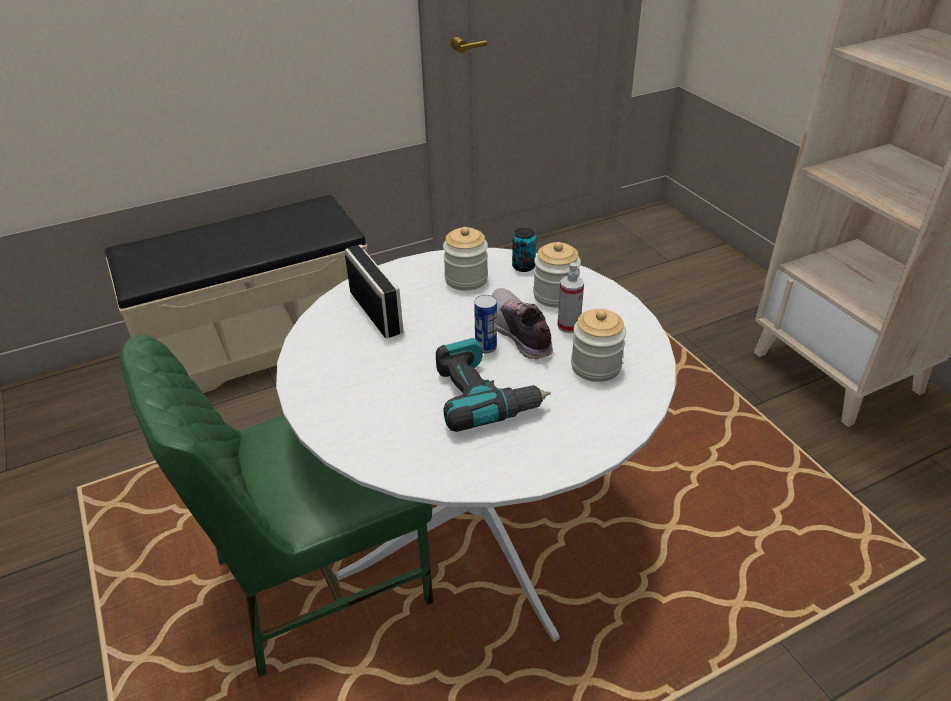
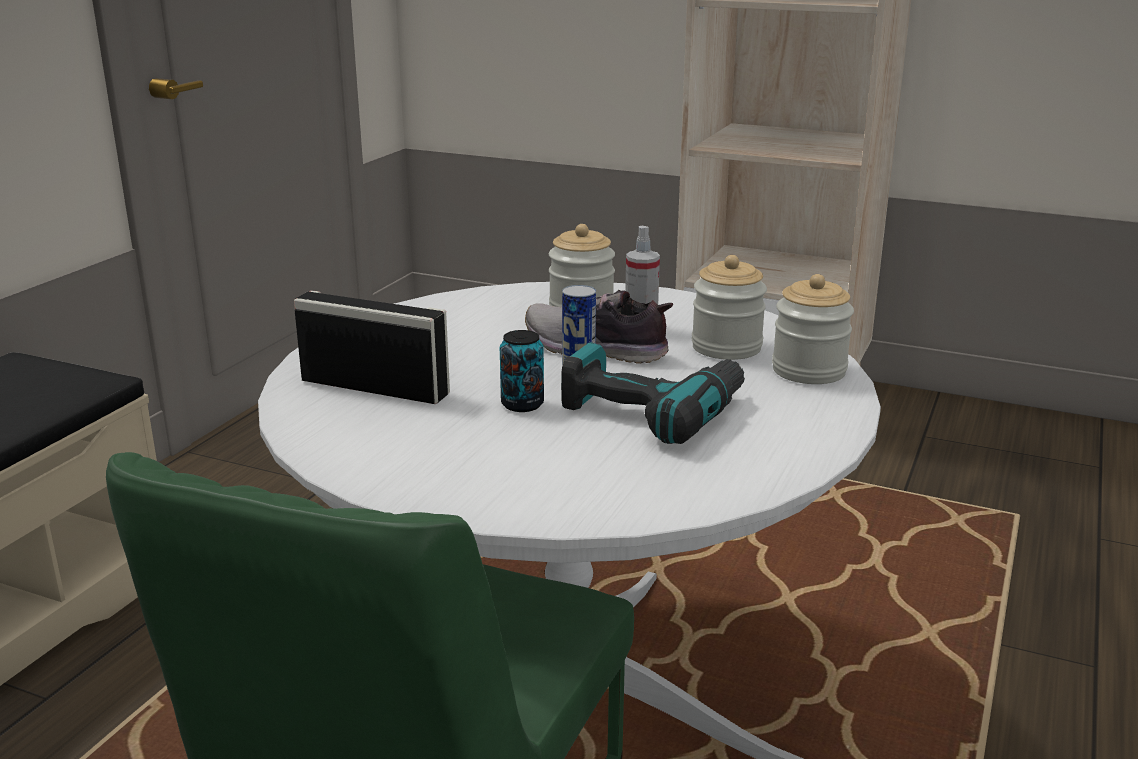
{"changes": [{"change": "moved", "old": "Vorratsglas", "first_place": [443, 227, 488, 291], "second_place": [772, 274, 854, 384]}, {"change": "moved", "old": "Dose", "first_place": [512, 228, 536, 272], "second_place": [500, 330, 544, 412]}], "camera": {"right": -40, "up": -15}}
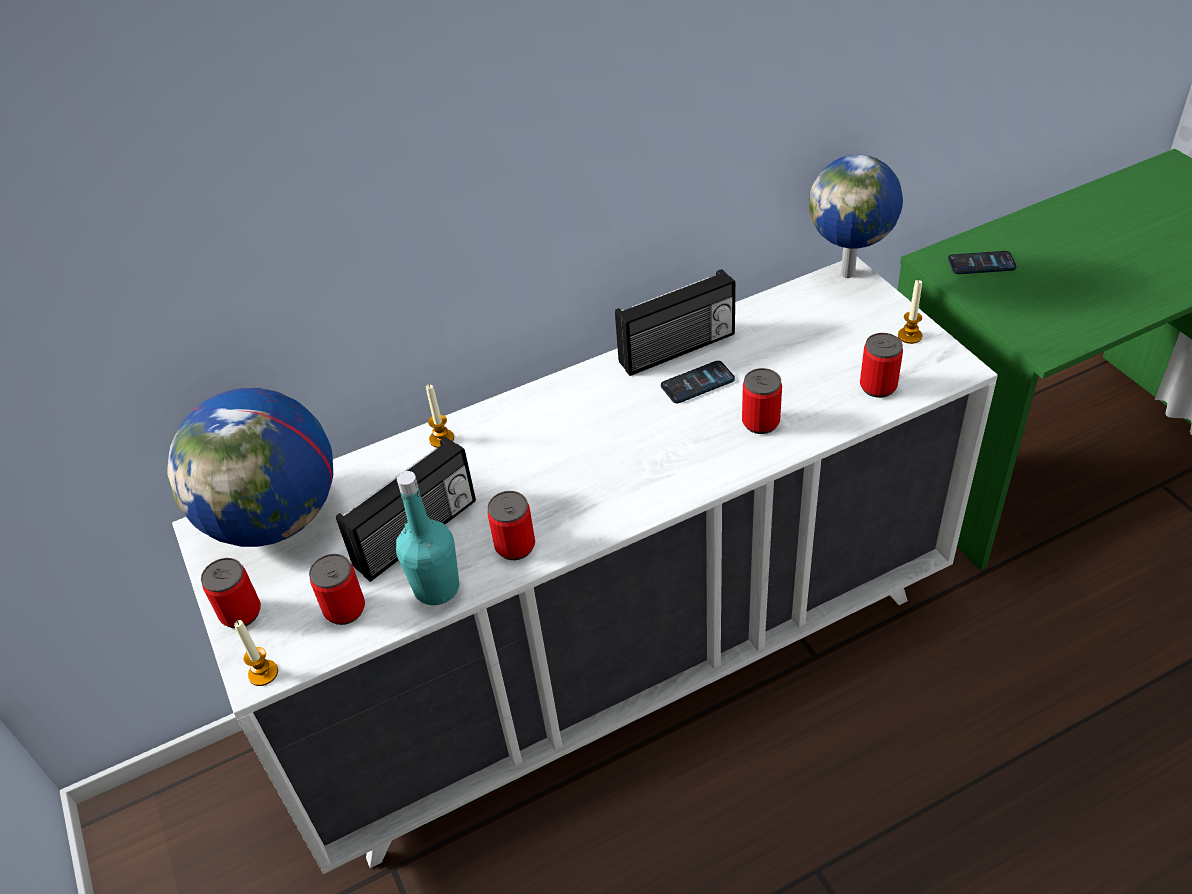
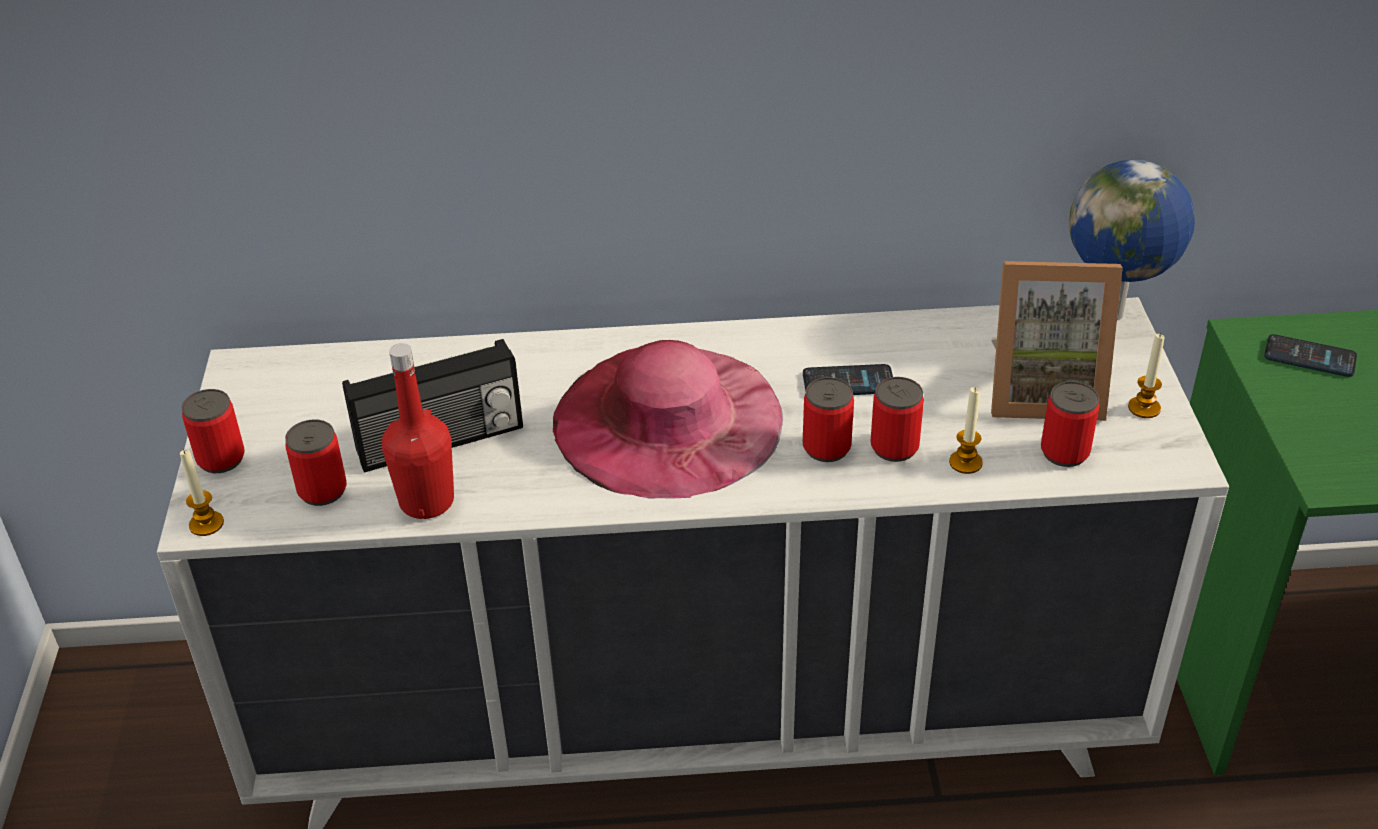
{"changes": [{"change": "removed", "old": "Globus", "first_place": [168, 388, 333, 547]}, {"change": "removed", "old": "Radio", "first_place": [615, 269, 736, 376]}, {"change": "added", "new": "Hut (rosa)", "second_place": [553, 340, 783, 499]}, {"change": "added", "new": "Bilderrahmen", "second_place": [991, 261, 1123, 421]}, {"change": "moved", "old": "Kerze", "first_place": [426, 384, 454, 448], "second_place": [949, 387, 983, 474]}, {"change": "moved", "old": "Dose", "first_place": [487, 491, 535, 560], "second_place": [803, 377, 854, 462]}, {"change": "recoloured", "old": "Flasche (türkis)", "new": "Flasche (rot)", "first_place": [396, 471, 459, 605], "second_place": [382, 343, 454, 519]}], "camera": {"right": 20, "up": -5}}
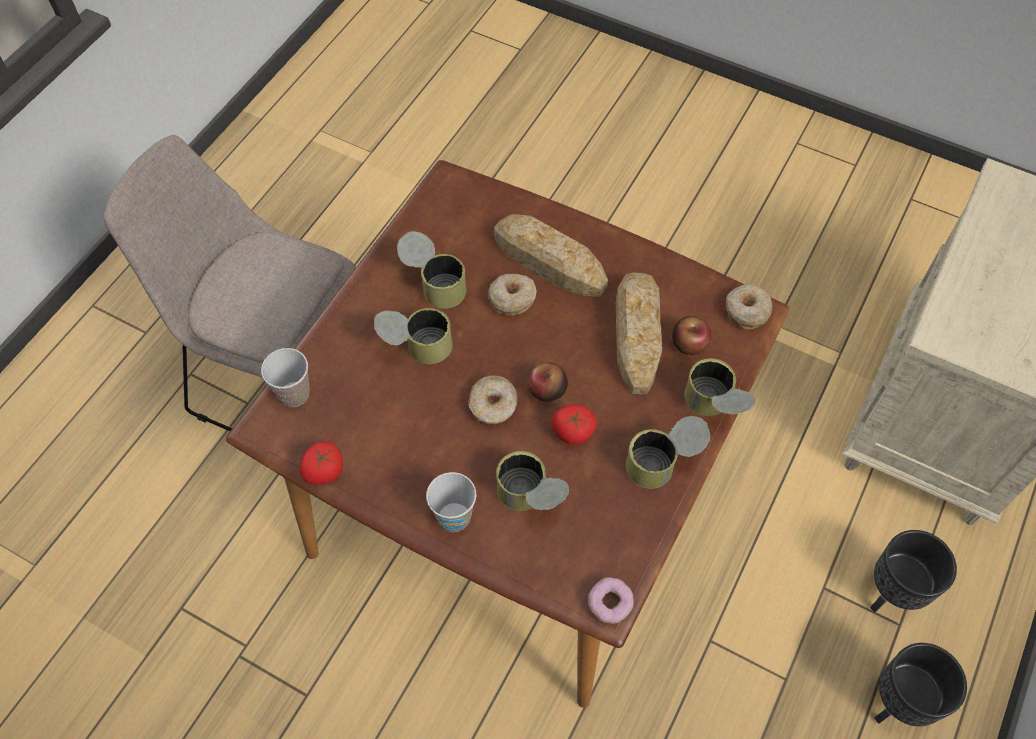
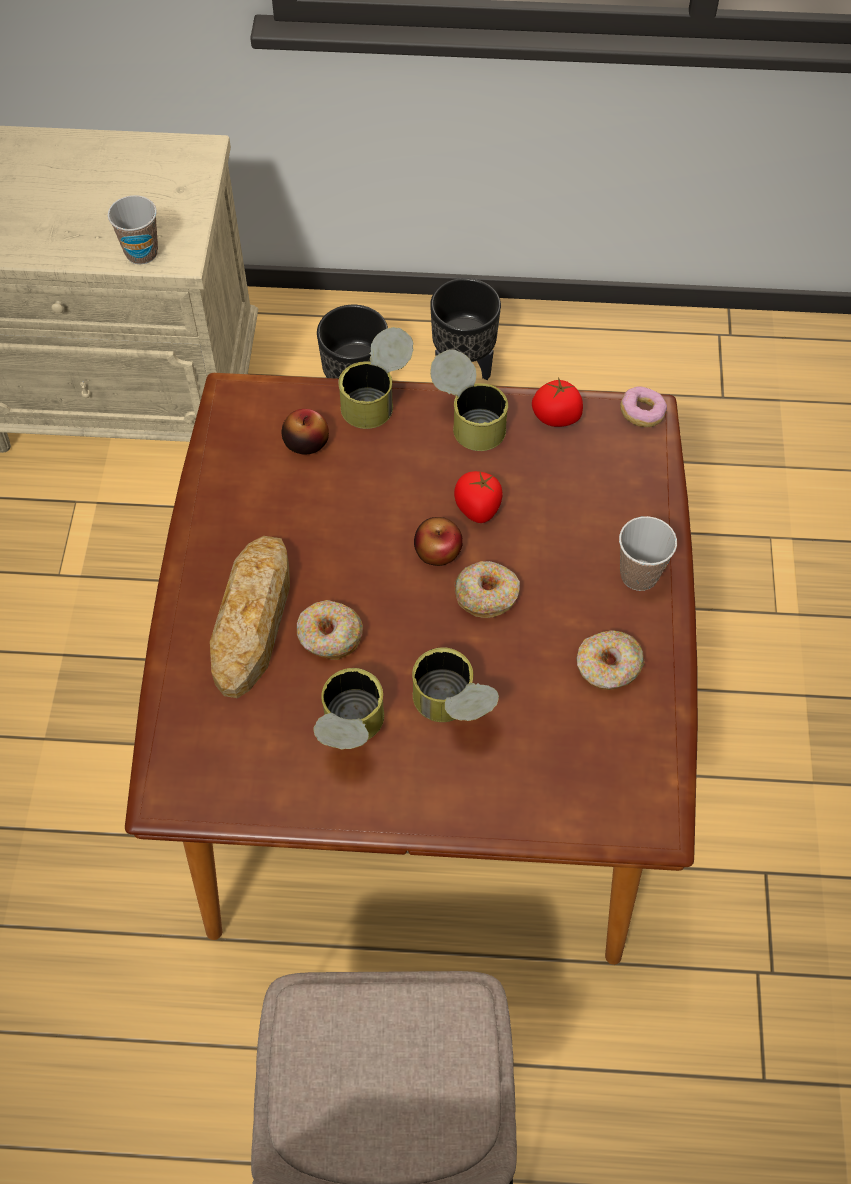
{"changes": [{"change": "removed", "old": "Dose", "first_place": [496, 451, 569, 511]}, {"change": "removed", "old": "Brot", "first_place": [616, 273, 662, 394]}, {"change": "moved", "old": "Tasse", "first_place": [261, 348, 310, 407], "second_place": [108, 195, 158, 265]}, {"change": "moved", "old": "Tomate", "first_place": [299, 442, 343, 485], "second_place": [532, 377, 583, 427]}, {"change": "moved", "old": "Donut", "first_place": [726, 284, 772, 329], "second_place": [576, 630, 645, 690]}], "camera": {"right": -115, "up": 0}}
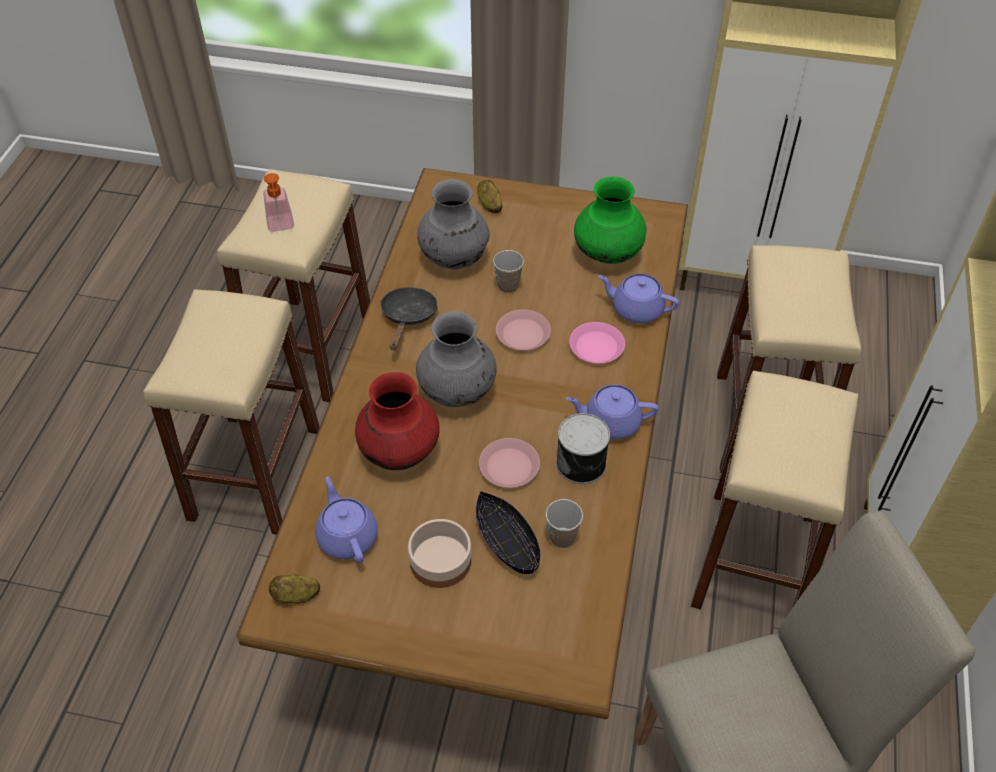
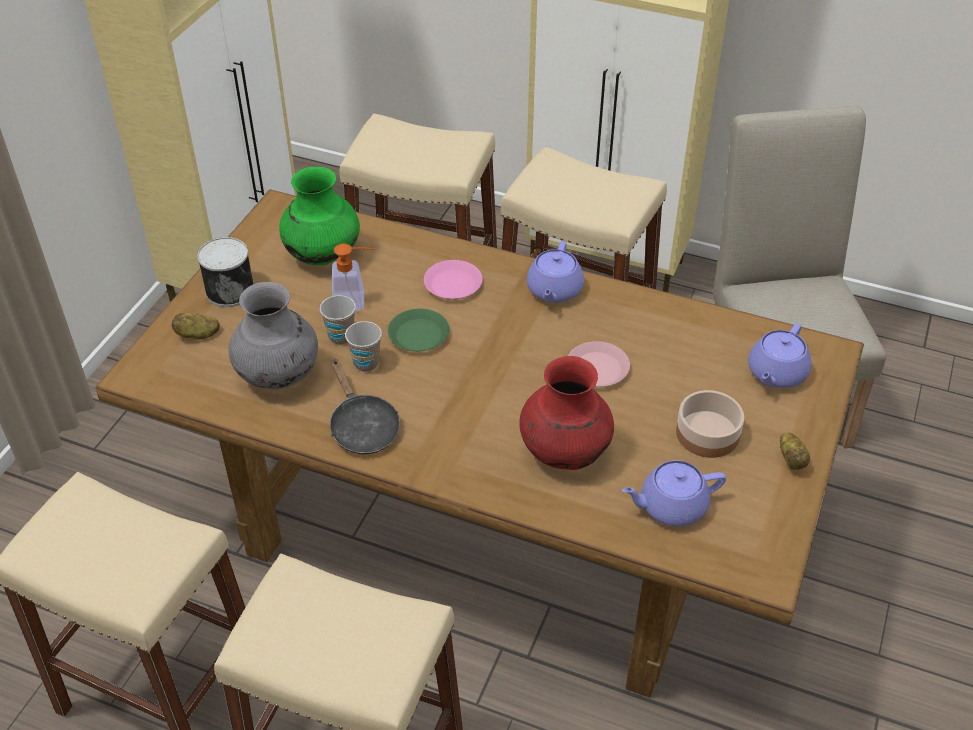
{"changes": [{"change": "removed", "old": "Vase (grau)", "first_place": [416, 311, 497, 407]}, {"change": "removed", "old": "Schüssel (schwarz)", "first_place": [476, 491, 541, 574]}, {"change": "moved", "old": "Seifenspender", "first_place": [263, 173, 294, 232], "second_place": [332, 244, 374, 311]}, {"change": "moved", "old": "Kartoffel", "first_place": [269, 574, 320, 604], "second_place": [780, 433, 810, 470]}, {"change": "moved", "old": "Tasse", "first_place": [546, 499, 583, 548], "second_place": [345, 321, 382, 372]}, {"change": "moved", "old": "Dose", "first_place": [556, 413, 610, 485], "second_place": [197, 237, 254, 307]}, {"change": "moved", "old": "Teekanne (lila)", "first_place": [598, 274, 679, 323], "second_place": [748, 323, 811, 388]}, {"change": "recoloured", "old": "Teller (rosa)", "new": "Teller (grün)", "first_place": [496, 309, 551, 350], "second_place": [388, 309, 449, 351]}, {"change": "turned", "old": "Pfanne (schwarz)", "first_place": [380, 287, 438, 350], "second_place": [330, 358, 400, 455], "degrees": -135}], "camera": {"right": -80, "up": -5}}
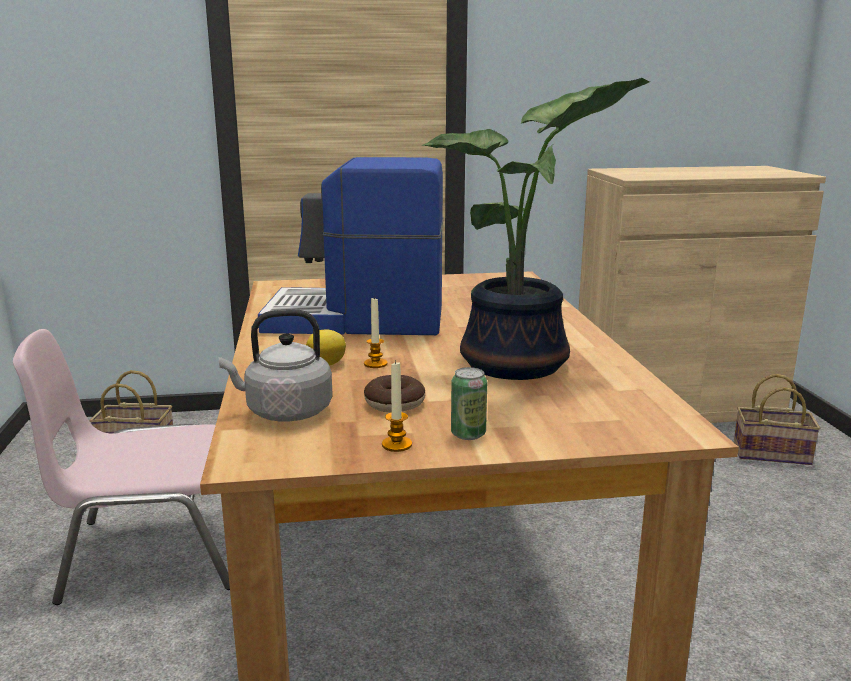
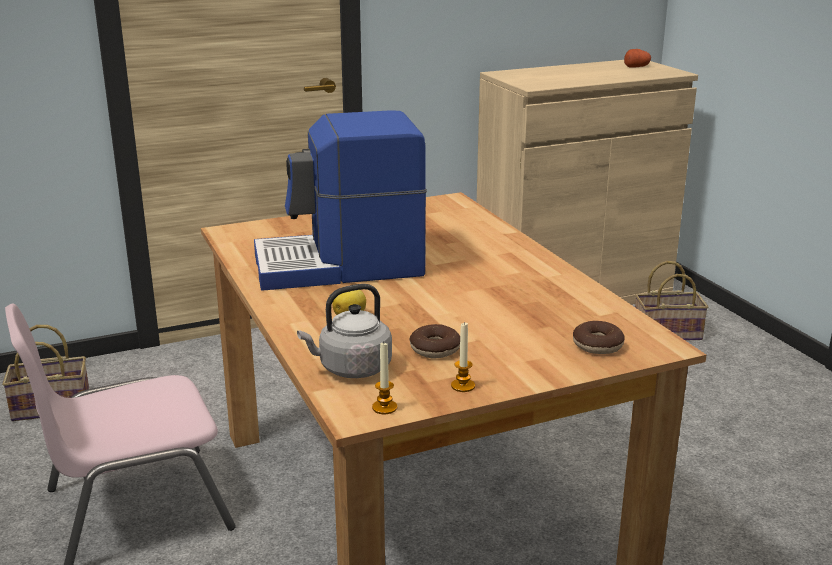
{"changes": [{"change": "removed", "old": "Topfpflanze", "first_place": [422, 78, 650, 380]}, {"change": "removed", "old": "Dose", "first_place": [451, 367, 487, 440]}, {"change": "added", "new": "Donut", "second_place": [573, 321, 625, 354]}, {"change": "added", "new": "Kartoffel", "second_place": [624, 49, 651, 68]}, {"change": "moved", "old": "Kerze", "first_place": [364, 296, 387, 368], "second_place": [372, 343, 397, 414]}], "camera": {"right": -15, "up": 5}}
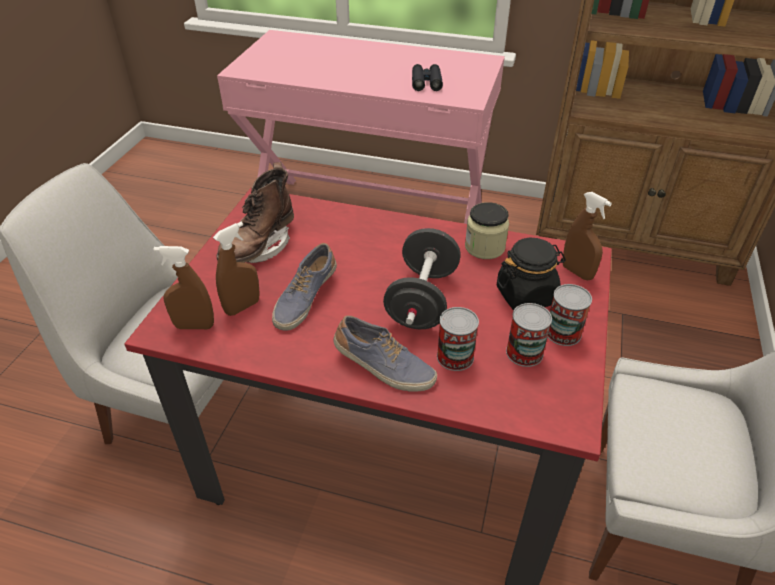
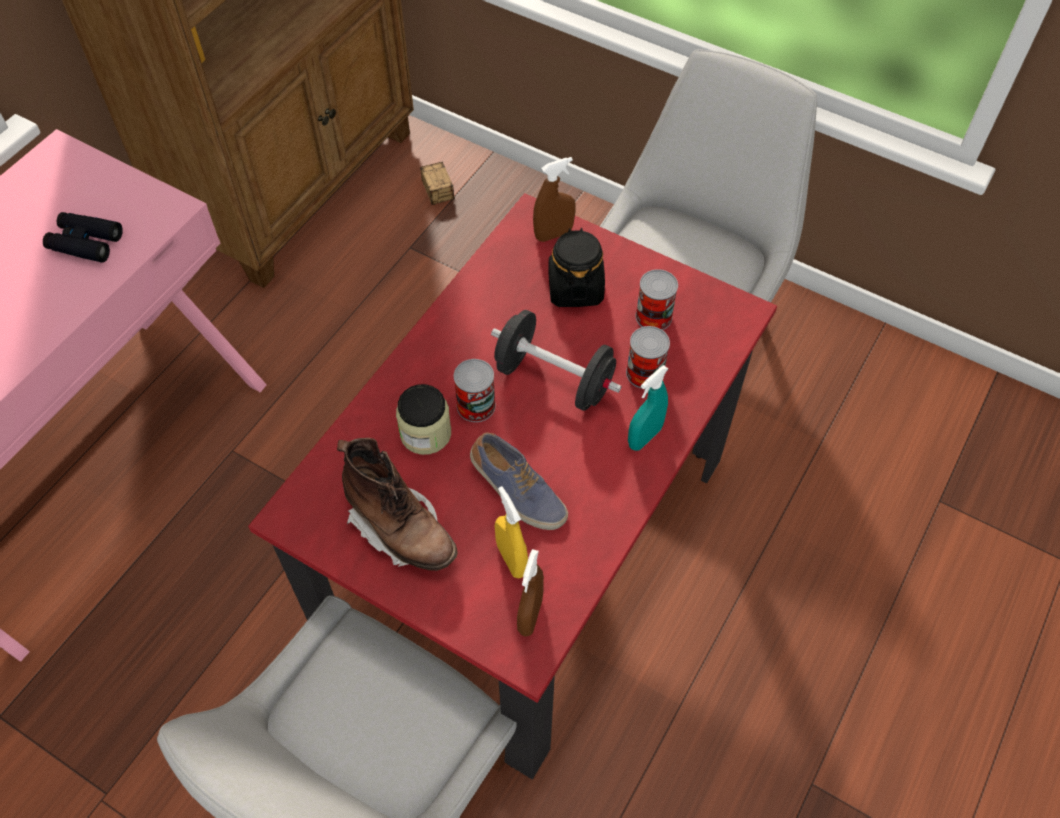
{"changes": [{"change": "added", "new": "Aufbewahrungsbox", "second_place": [420, 162, 465, 205]}, {"change": "moved", "old": "Vorratsglas", "first_place": [465, 202, 509, 259], "second_place": [396, 384, 451, 455]}, {"change": "moved", "old": "Dose", "first_place": [548, 284, 592, 346], "second_place": [454, 359, 496, 422]}, {"change": "replaced", "old": "Schuh", "new": "Sprühflasche (türkis)", "first_place": [334, 315, 437, 392], "second_place": [628, 365, 668, 451]}, {"change": "recoloured", "old": "Sprühflasche (braun)", "new": "Sprühflasche (gelb)", "first_place": [213, 222, 259, 316], "second_place": [495, 486, 528, 578]}], "camera": {"right": -75, "up": 15}}
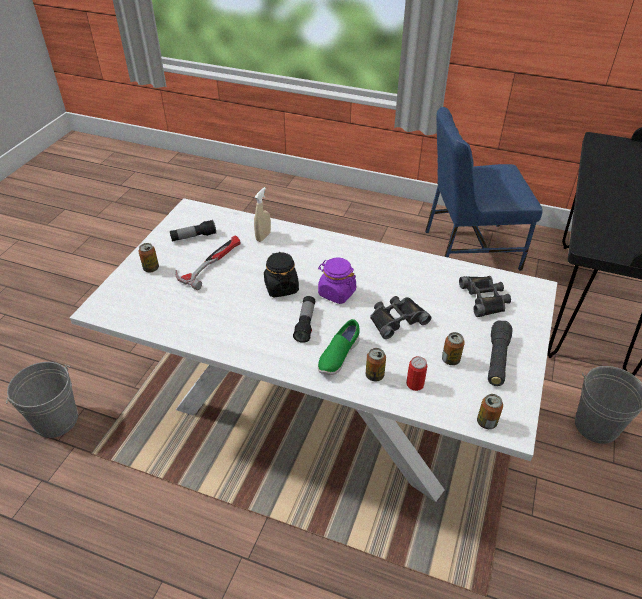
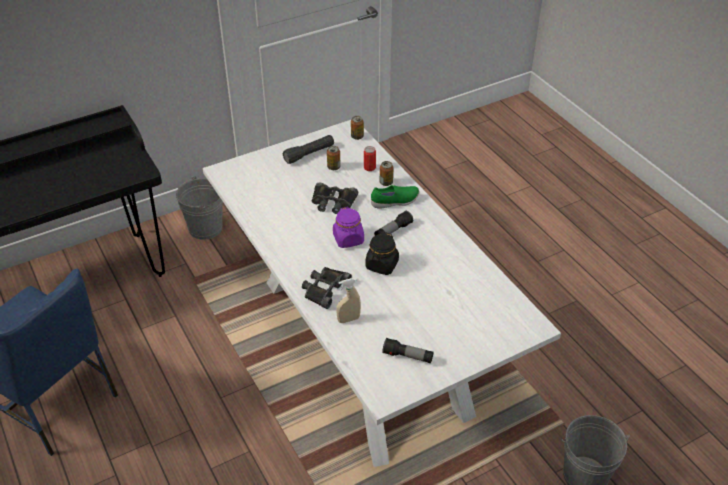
{"changes": [{"change": "removed", "old": "Dose", "first_place": [138, 243, 159, 272]}, {"change": "removed", "old": "Hammer", "first_place": [175, 235, 241, 290]}, {"change": "moved", "old": "Fernglas (schwarz)", "first_place": [459, 276, 511, 317], "second_place": [302, 267, 352, 309]}], "camera": {"right": -140, "up": 0}}
